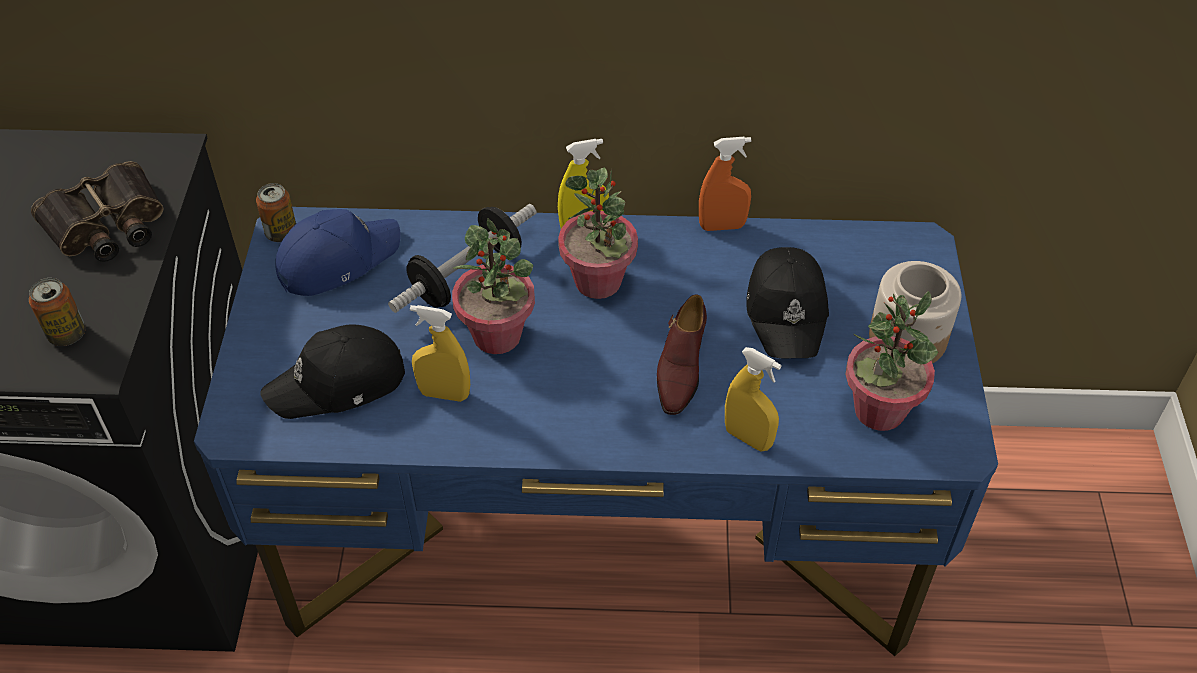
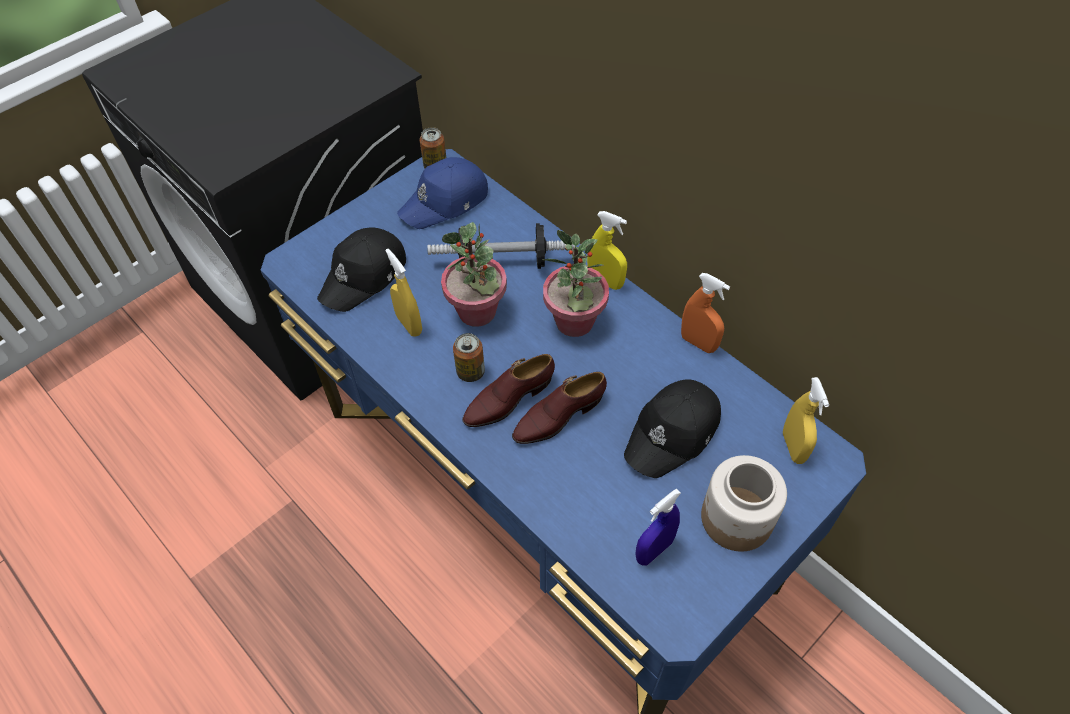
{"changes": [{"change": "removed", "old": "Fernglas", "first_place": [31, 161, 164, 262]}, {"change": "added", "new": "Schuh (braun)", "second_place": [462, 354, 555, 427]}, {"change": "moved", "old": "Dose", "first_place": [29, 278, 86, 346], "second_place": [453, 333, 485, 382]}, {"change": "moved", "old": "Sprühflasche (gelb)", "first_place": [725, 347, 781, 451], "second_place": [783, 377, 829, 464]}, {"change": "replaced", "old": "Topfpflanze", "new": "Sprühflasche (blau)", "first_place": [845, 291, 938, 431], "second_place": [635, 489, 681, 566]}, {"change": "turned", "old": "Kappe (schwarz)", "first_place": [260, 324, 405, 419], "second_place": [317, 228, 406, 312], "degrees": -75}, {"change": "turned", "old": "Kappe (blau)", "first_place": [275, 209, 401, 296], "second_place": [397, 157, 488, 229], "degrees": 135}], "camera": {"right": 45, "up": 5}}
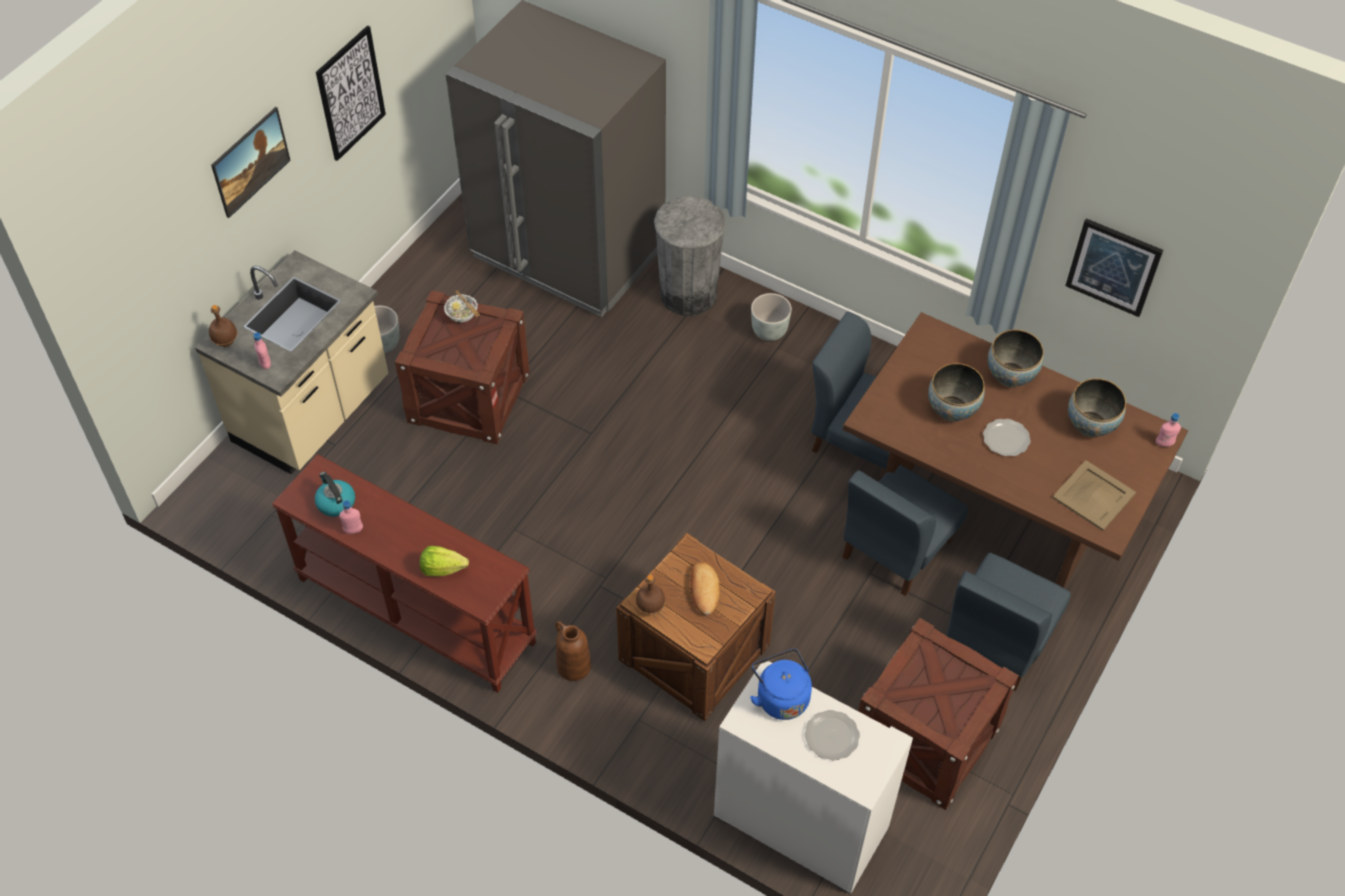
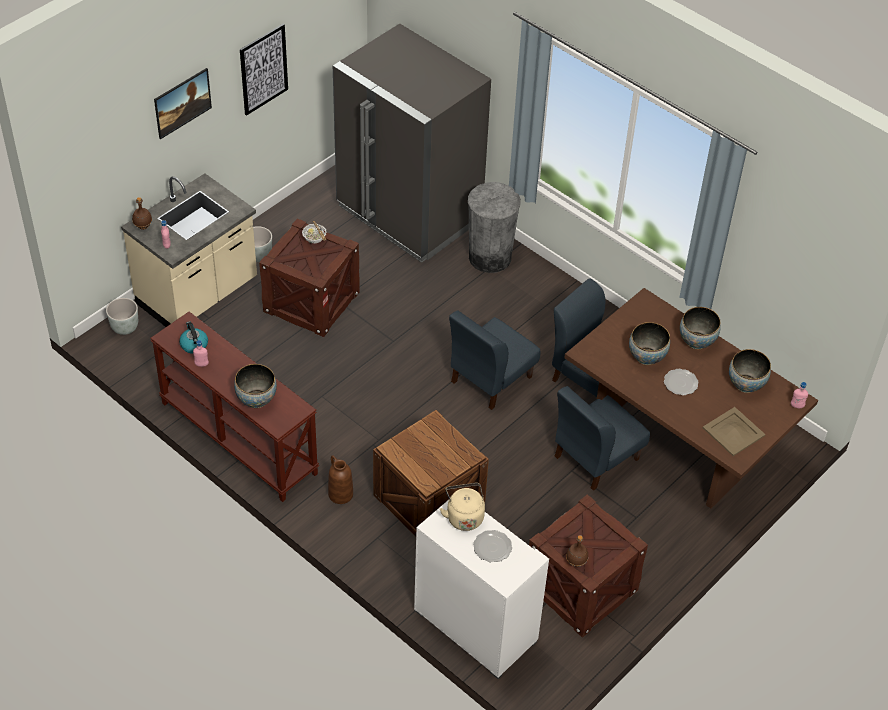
{"changes": [{"change": "removed", "old": "Brot", "first_place": [691, 562, 720, 615]}, {"change": "removed", "old": "Bild", "first_place": [1065, 218, 1163, 317]}, {"change": "moved", "old": "Flasche (braun)", "first_place": [636, 575, 665, 614], "second_place": [566, 535, 588, 567]}, {"change": "moved", "old": "Pflanzkübel (grau)", "first_place": [751, 293, 792, 341], "second_place": [106, 298, 138, 335]}, {"change": "moved", "old": "Stuhl (blau)", "first_place": [947, 553, 1071, 691], "second_place": [449, 310, 540, 410]}, {"change": "replaced", "old": "Salatkopf", "new": "Schüssel", "first_place": [420, 546, 469, 576], "second_place": [234, 364, 277, 408]}, {"change": "recoloured", "old": "Wasserkessel (blau)", "new": "Wasserkessel (beige)", "first_place": [750, 649, 812, 720], "second_place": [440, 483, 485, 531]}], "camera": {"right": 10, "up": -5}}
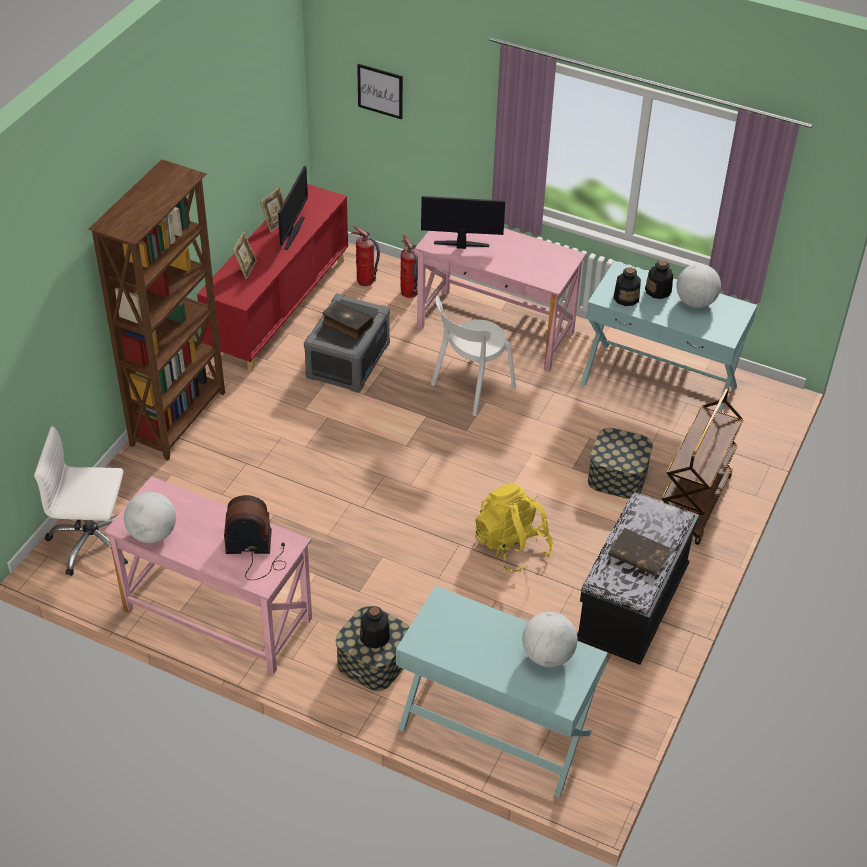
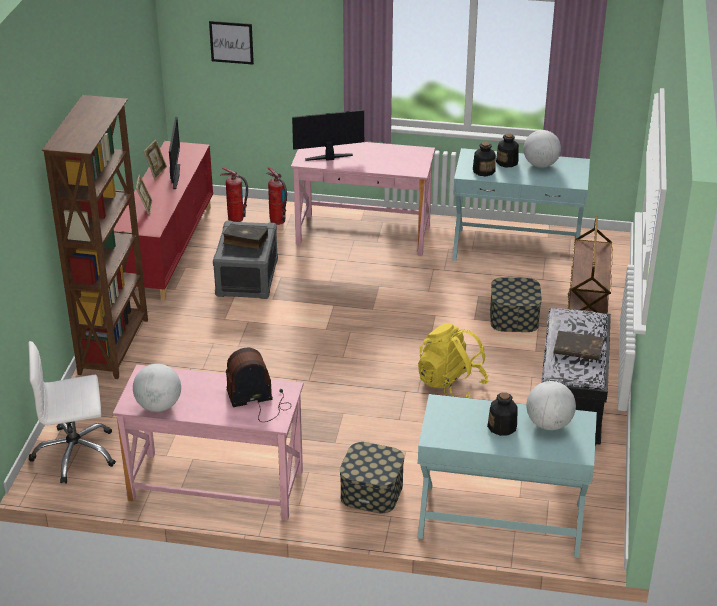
{"changes": [{"change": "removed", "old": "Stuhl (weiß)", "first_place": [431, 296, 516, 416]}, {"change": "moved", "old": "Flasche", "first_place": [360, 606, 390, 649], "second_place": [487, 392, 518, 436]}], "camera": {"right": -15, "up": -10}}
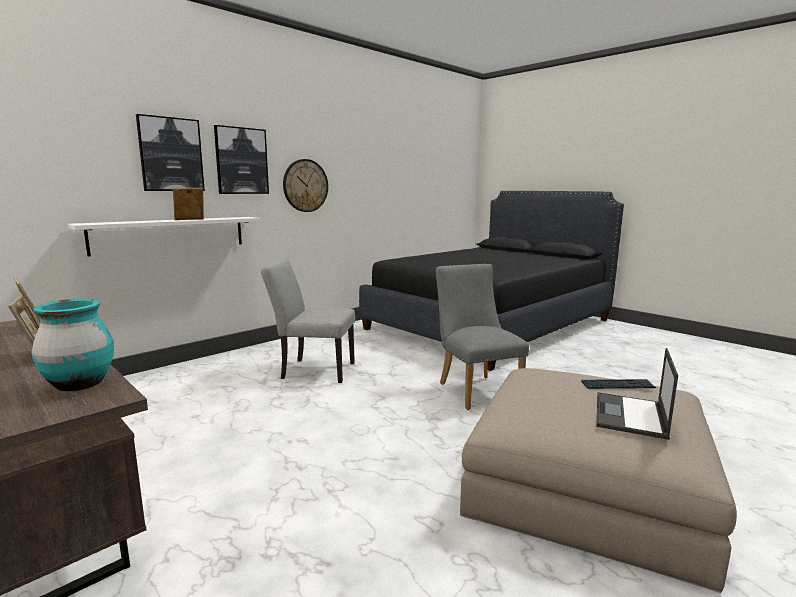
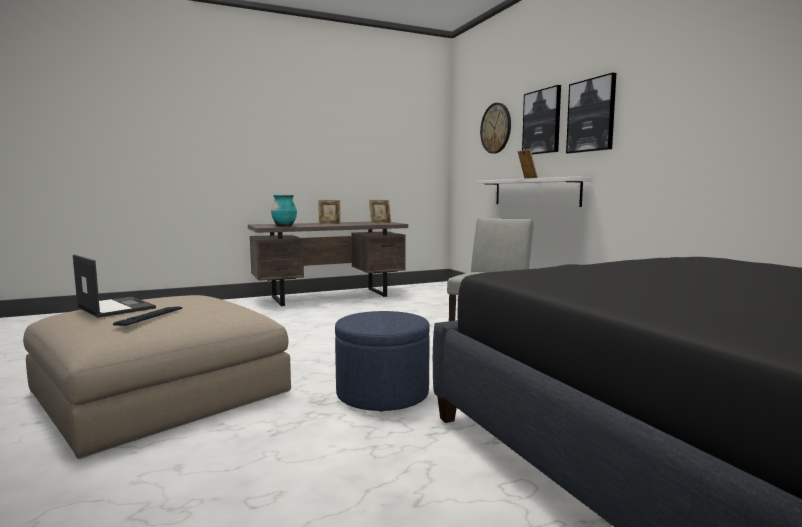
{"changes": [{"change": "moved", "old": "Wanduhr", "first_place": [283, 159, 328, 212], "second_place": [480, 103, 511, 153]}, {"change": "replaced", "old": "Stuhl (grau)", "new": "Polsterhocker (blau)", "first_place": [436, 264, 529, 410], "second_place": [335, 311, 430, 411]}], "camera": {"right": 110, "up": -5}}
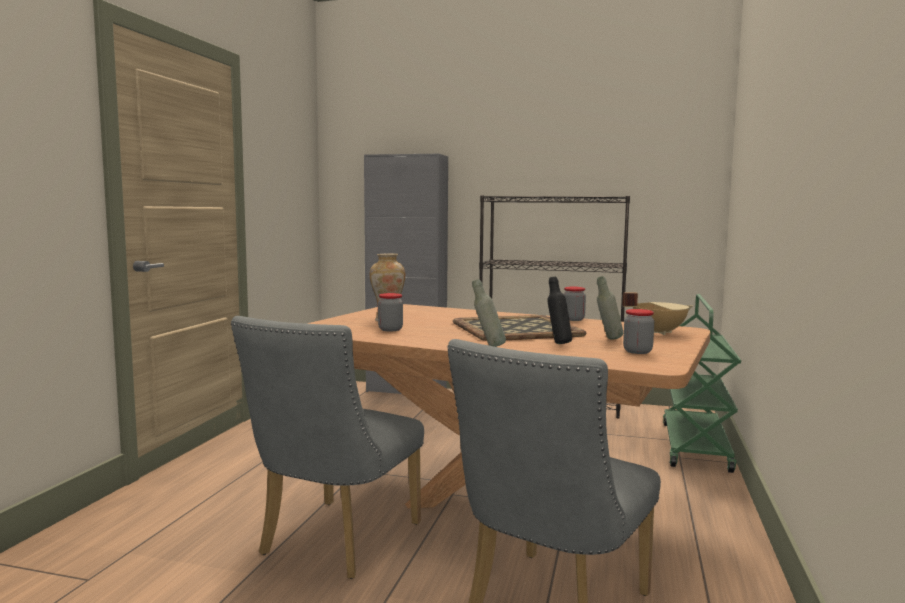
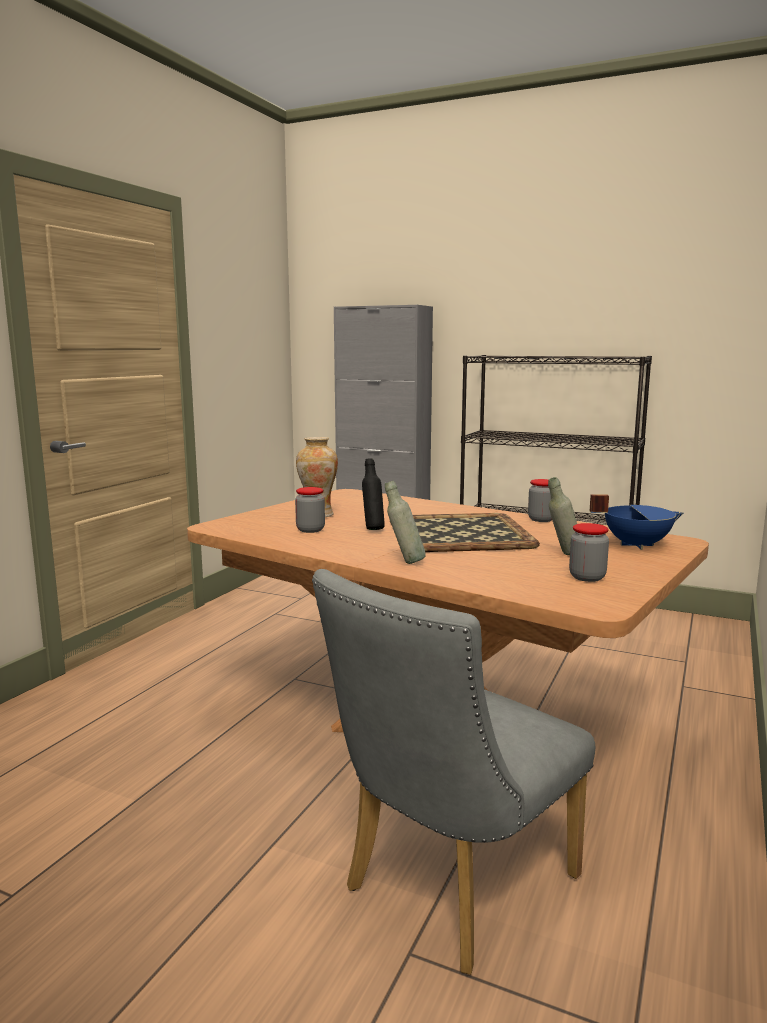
{"changes": [{"change": "removed", "old": "Stuhl (grau)", "first_place": [231, 316, 424, 579]}, {"change": "removed", "old": "Rollwagen (grün)", "first_place": [663, 294, 741, 473]}, {"change": "moved", "old": "Flasche (schwarz)", "first_place": [547, 277, 572, 344], "second_place": [362, 458, 385, 530]}, {"change": "recoloured", "old": "Kochtopf (beige)", "new": "Kochtopf (blau)", "first_place": [622, 292, 693, 335], "second_place": [590, 494, 684, 550]}], "camera": {"right": 10, "up": 5}}
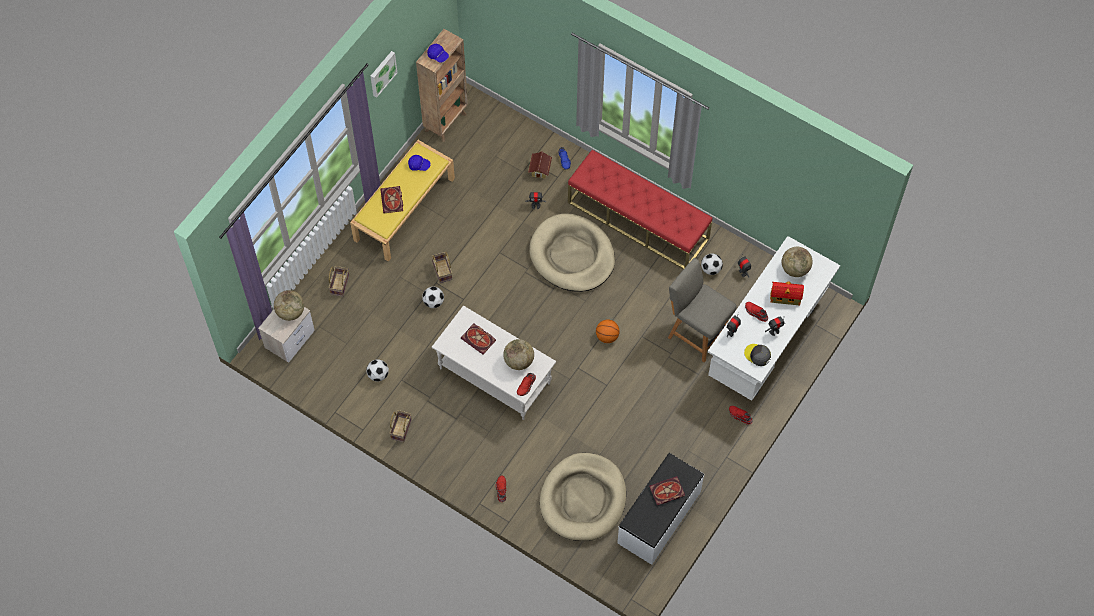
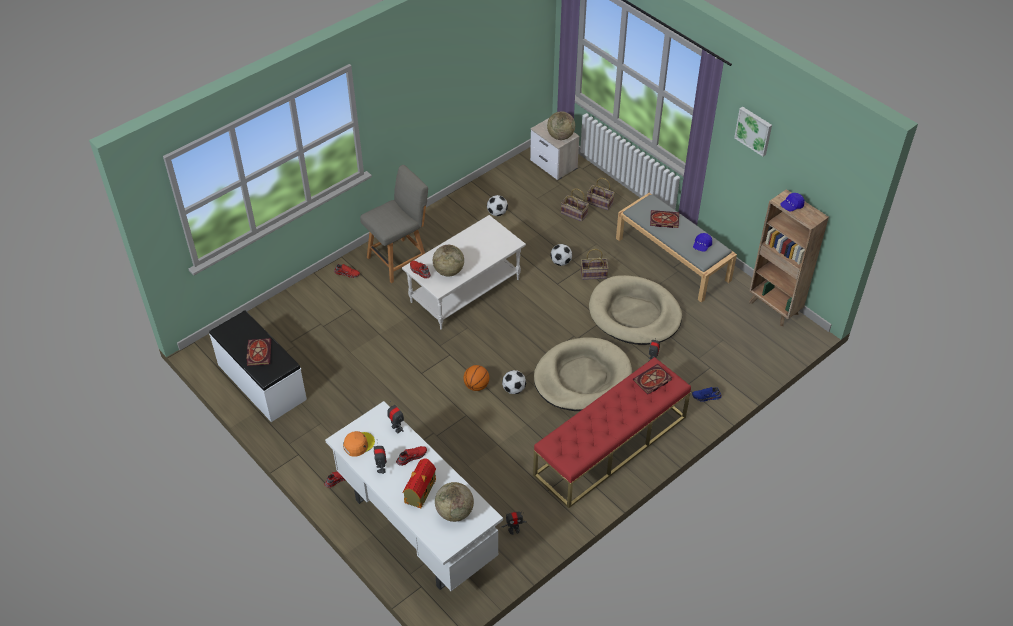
{"changes": [{"change": "removed", "old": "Spielzeughaus", "first_place": [528, 151, 552, 179]}, {"change": "moved", "old": "Korb", "first_place": [389, 410, 412, 443], "second_place": [561, 188, 589, 222]}, {"change": "moved", "old": "Buch", "first_place": [461, 323, 496, 354], "second_place": [633, 364, 672, 394]}, {"change": "moved", "old": "Hundebett (beige)", "first_place": [540, 453, 626, 541], "second_place": [589, 275, 682, 345]}, {"change": "moved", "old": "Stuhl (grau)", "first_place": [668, 258, 737, 362], "second_place": [360, 165, 428, 283]}, {"change": "moved", "old": "Fußball", "first_place": [701, 254, 723, 275], "second_place": [502, 370, 526, 394]}, {"change": "recoloured", "old": "Bank (gelb)", "new": "Bank (grau)", "first_place": [350, 140, 455, 262], "second_place": [616, 193, 737, 303]}, {"change": "recoloured", "old": "Kappe (grau)", "new": "Kappe (orange)", "first_place": [744, 344, 771, 366], "second_place": [343, 431, 375, 457]}], "camera": {"right": 105, "up": -15}}
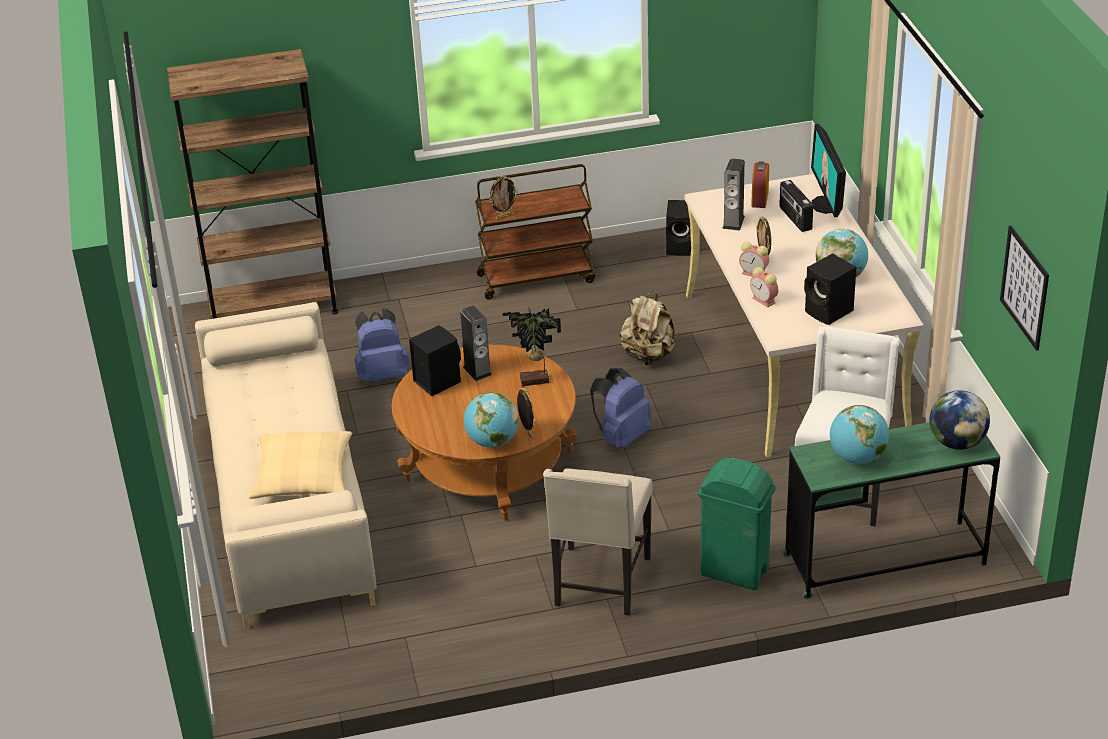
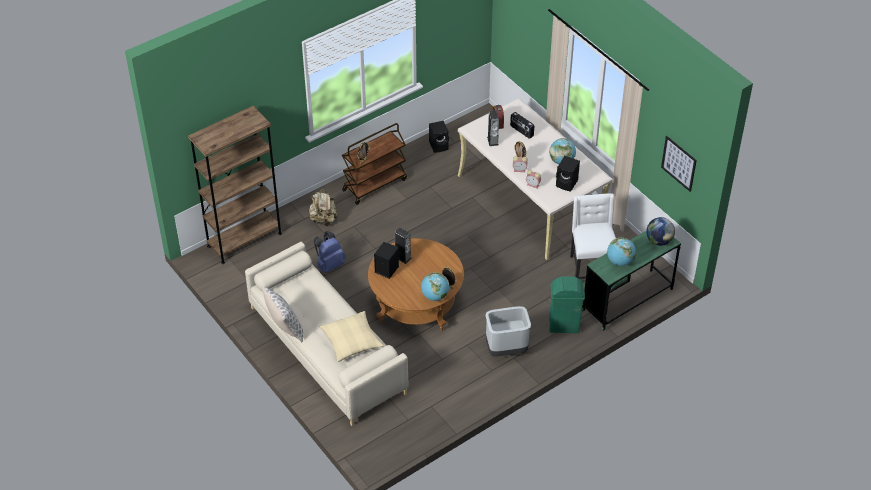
{"changes": [{"change": "removed", "old": "Topfpflanze", "first_place": [503, 307, 561, 386]}, {"change": "removed", "old": "Rucksack (blau)", "first_place": [590, 368, 652, 449]}, {"change": "removed", "old": "Monitor", "first_place": [811, 124, 846, 217]}, {"change": "added", "new": "Kissen", "second_place": [262, 286, 303, 343]}, {"change": "moved", "old": "Rucksack (beige)", "first_place": [620, 291, 675, 365], "second_place": [308, 189, 338, 227]}, {"change": "replaced", "old": "Stuhl (beige)", "new": "Mülleimer (grau)", "first_place": [543, 468, 652, 616], "second_place": [486, 306, 531, 357]}], "camera": {"right": -25, "up": 10}}
